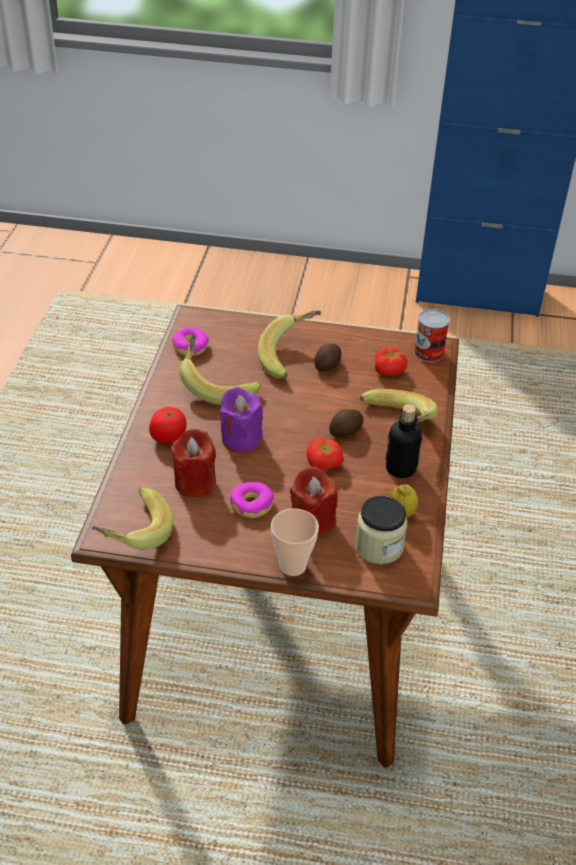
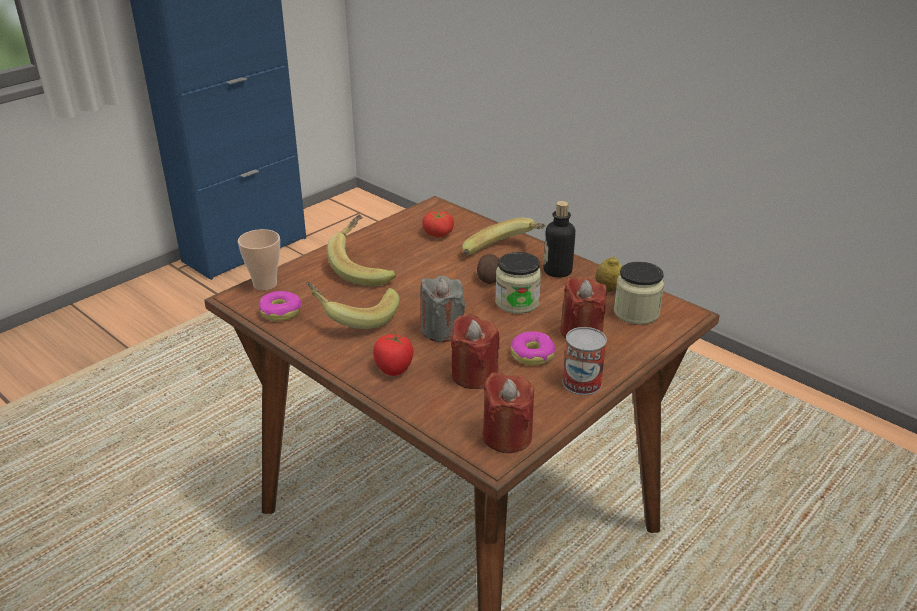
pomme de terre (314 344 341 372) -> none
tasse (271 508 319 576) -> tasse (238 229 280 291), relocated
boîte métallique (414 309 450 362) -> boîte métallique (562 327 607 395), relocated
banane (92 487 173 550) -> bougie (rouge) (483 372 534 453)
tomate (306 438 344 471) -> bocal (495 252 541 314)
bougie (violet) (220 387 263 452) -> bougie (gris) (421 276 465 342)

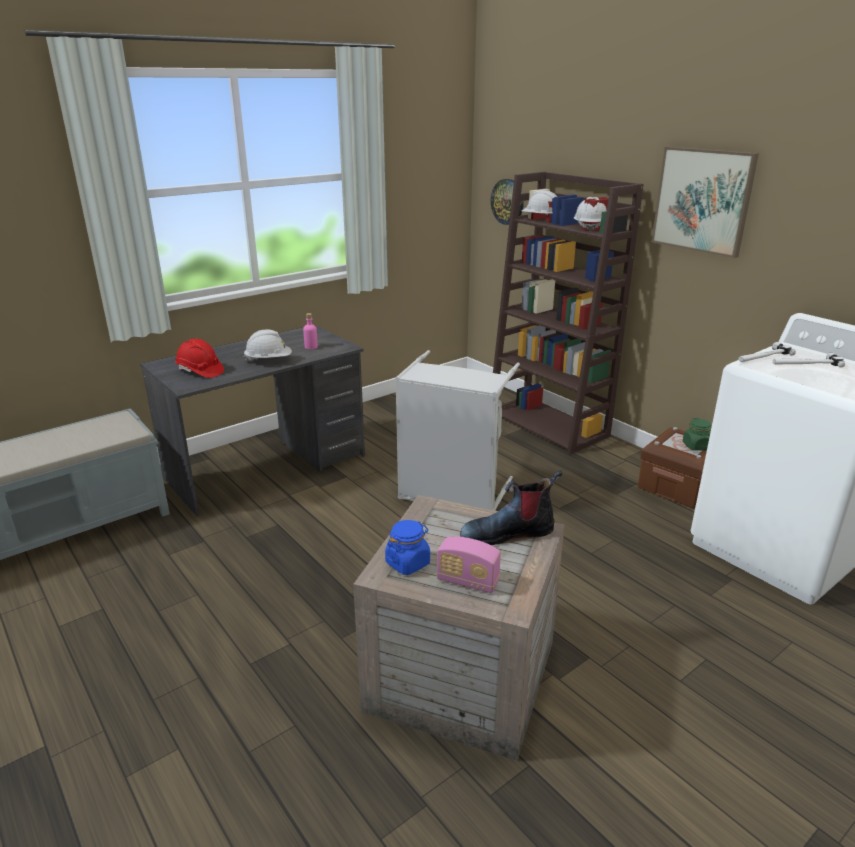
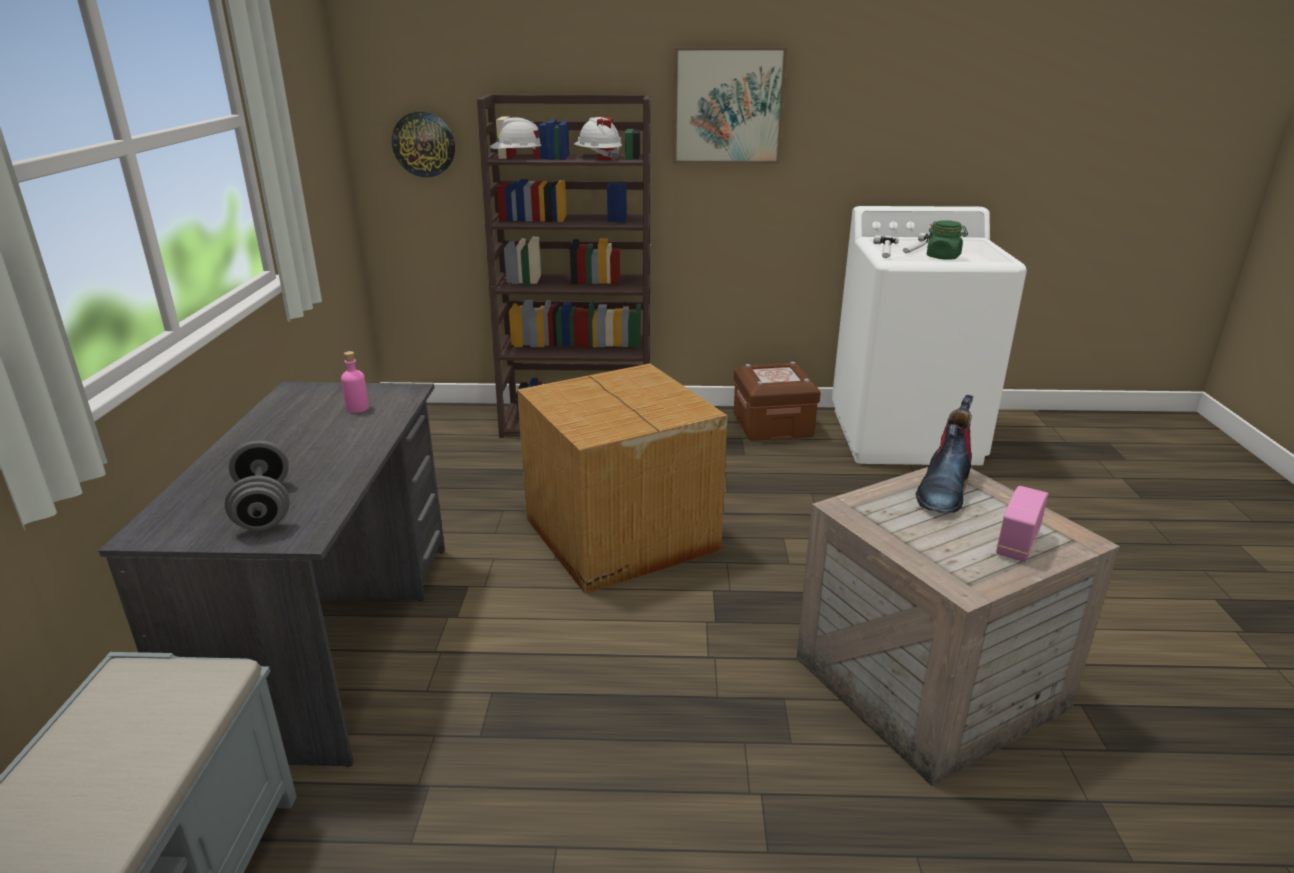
casque de chantier (blanc) (244 329 292 362) -> none
bocal (bleu) (385 520 430 575) -> none
bocal (vert) (683 418 711 451) -> bocal (vert) (926 220 968 259), relocated
casque de chantier (rouge) (175 339 224 378) -> haltère (gris) (225 441 289 531)
panier à linge (gris) (395 350 520 510) -> carton (517 363 727 594)
radio (437 537 501 593) -> radio (996 486 1048 562), 150 degrees clockwise

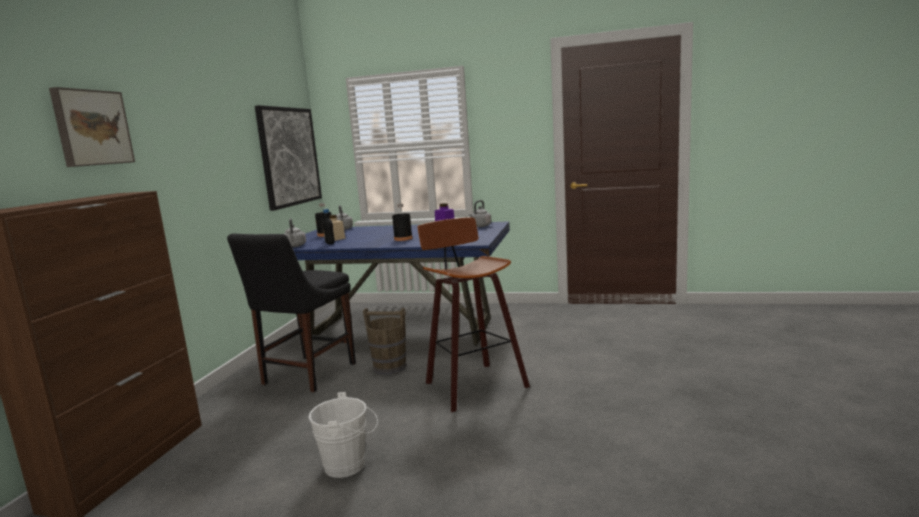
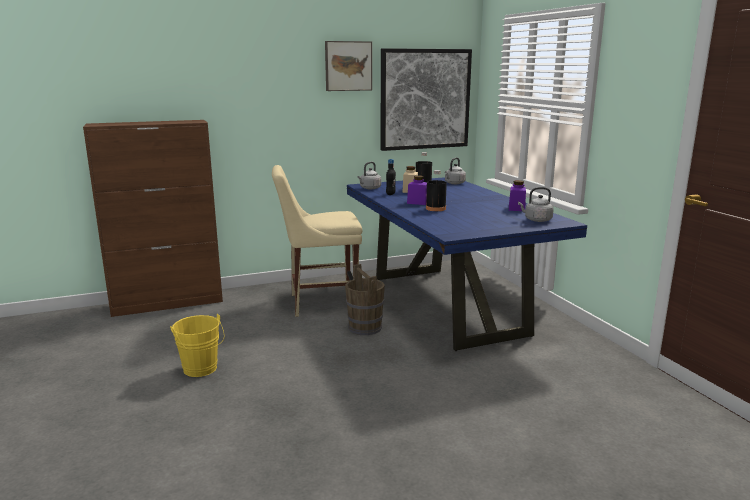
tabouret (418 217 530 412) -> none
none -> bocal (violet) (407 176 427 205)
tableau (49 87 135 167) -> tableau (325 41 372 91), relocated
chaise (noir) (227 234 356 392) -> chaise (beige) (272 165 362 317)
seau (blanc) (309 392 378 478) -> seau (jaune) (170 314 225 377)

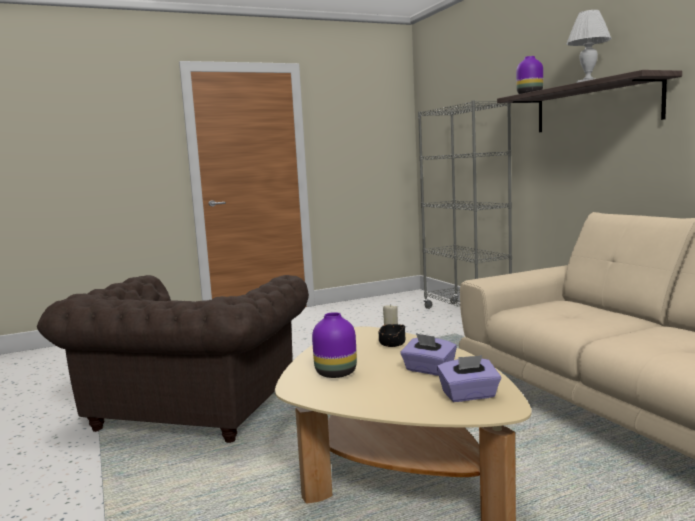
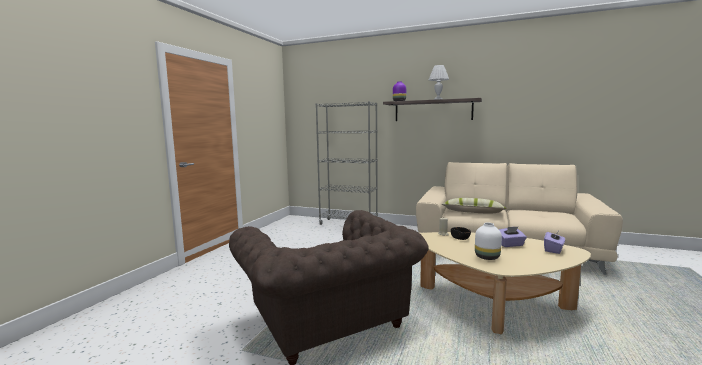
none -> coussin (442 198 507 214)
vase (violet) (312 312 357 378) -> vase (blanc) (475 223 502 260)

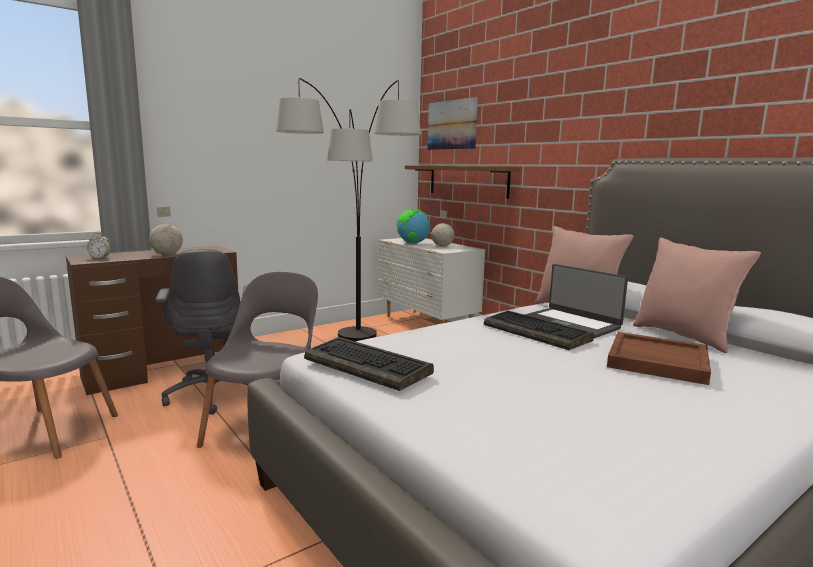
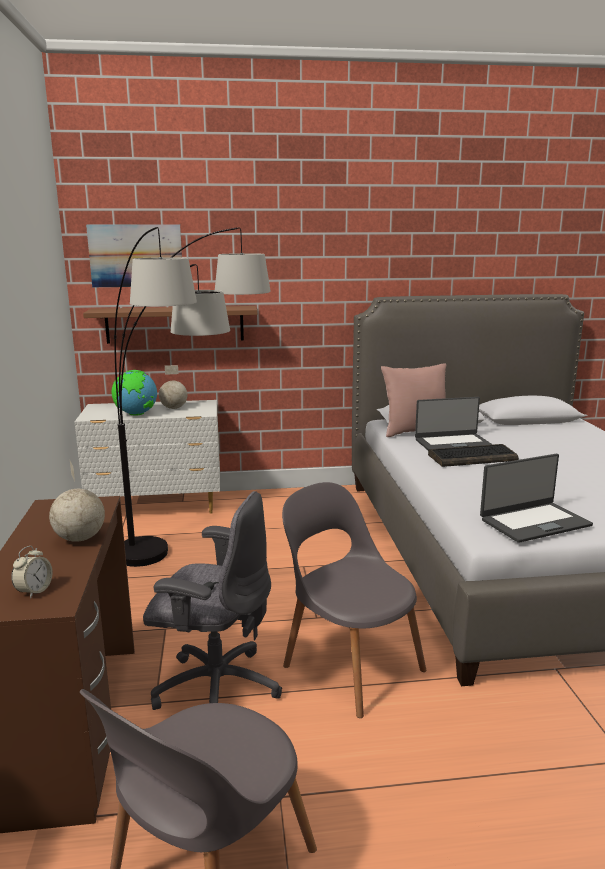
plateau (marron) (607 332 711 385) -> none
coussin (rose) (633 238 761 353) -> none
clavier (304 337 434 391) -> ordinateur portable (480 454 593 543)

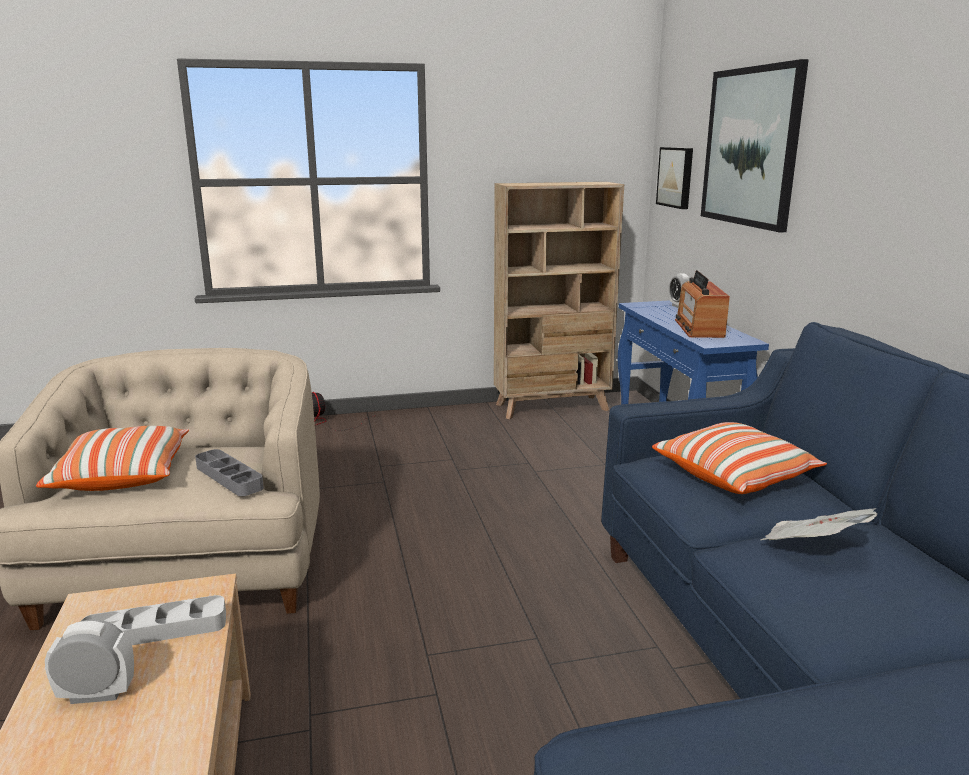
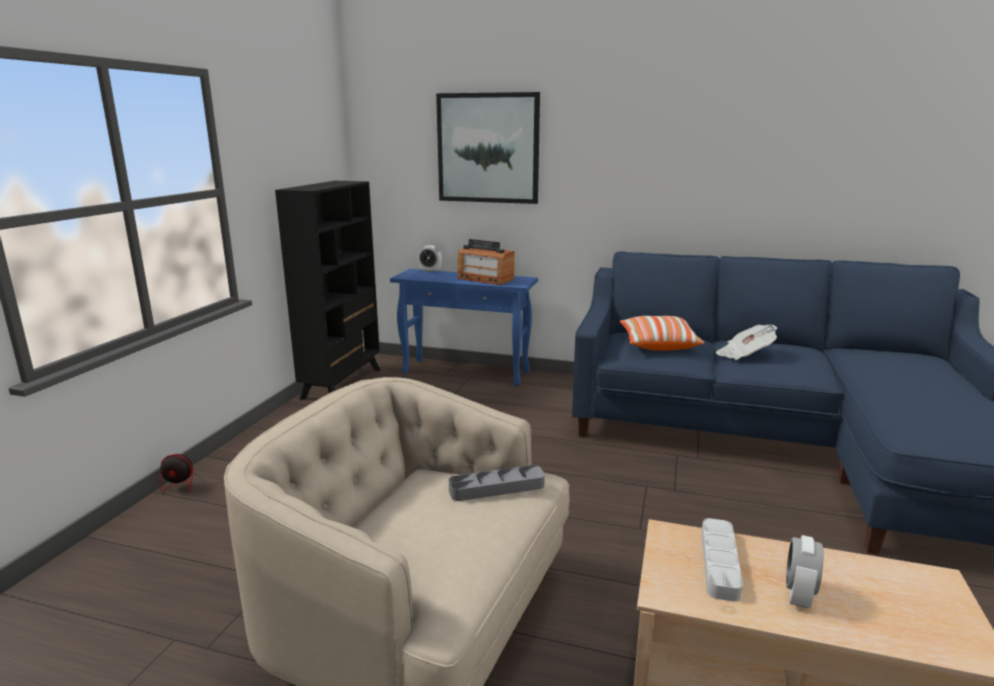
coussin (36 426 189 491) -> none
tableau (656 147 693 209) -> none
bibliothèque (beige) (494 182 624 419) -> bibliothèque (noir) (275 181 381 400)

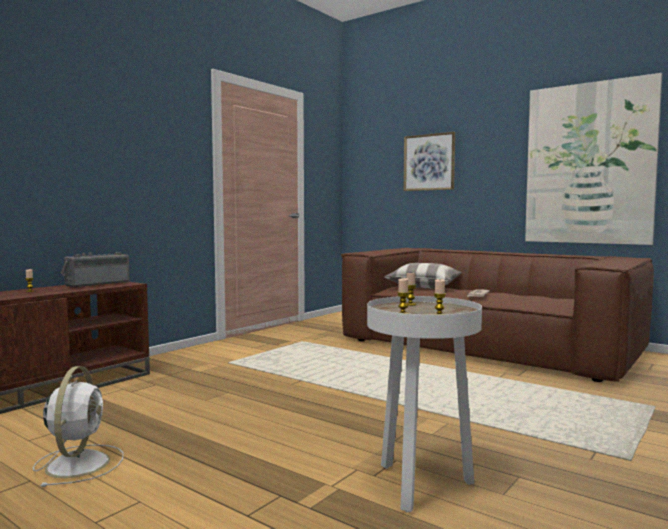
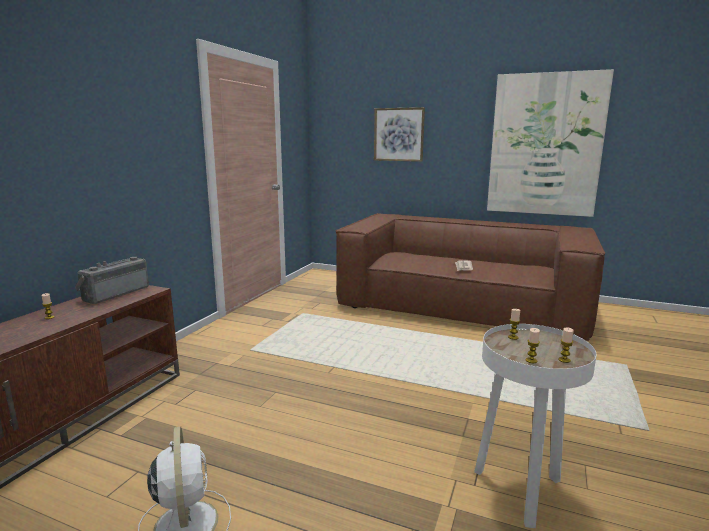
coussin (384 263 461 288) -> none

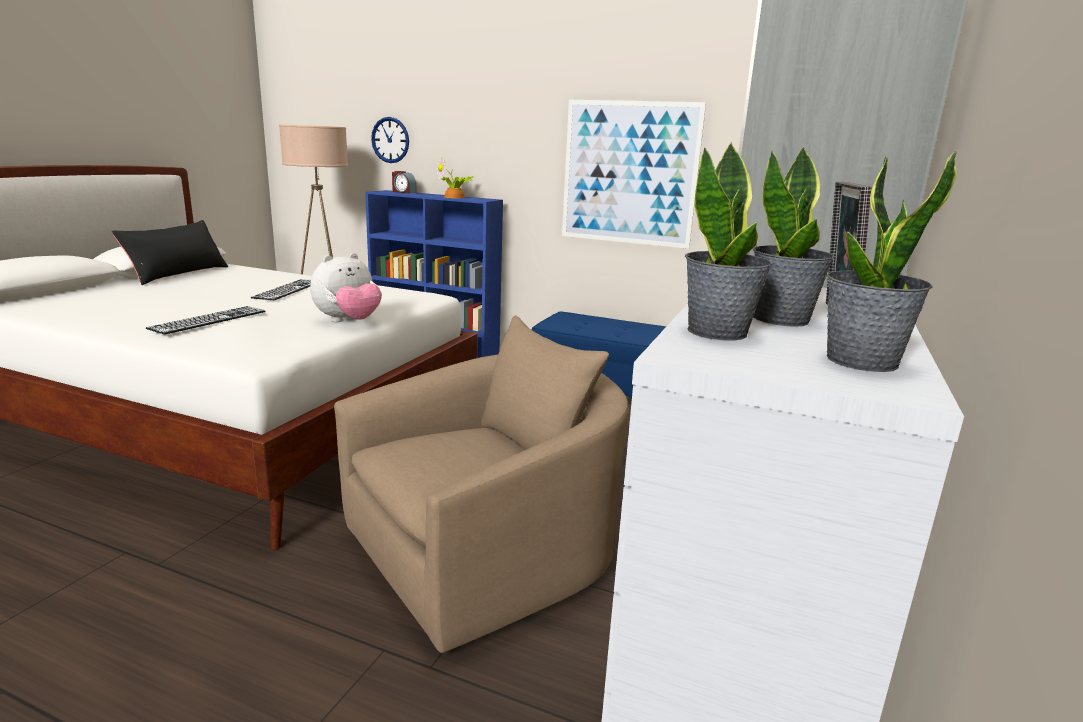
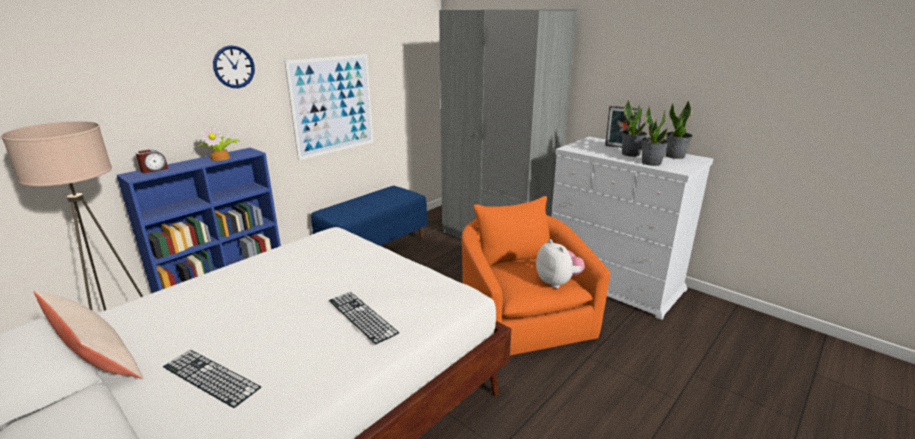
clavier (251 279 311 301) -> clavier (163 350 261 408), relocated
peluche (310 253 382 322) -> peluche (536 239 585 288), relocated
horloge murale (371 117 409 163) -> horloge murale (213 45 255 88), relocated
coussin (noir) (112 220 228 285) -> coussin (beige) (34 291 143 379)
fauteuil (beige) (334 315 629 653) -> fauteuil (orange) (462 196 610 356)

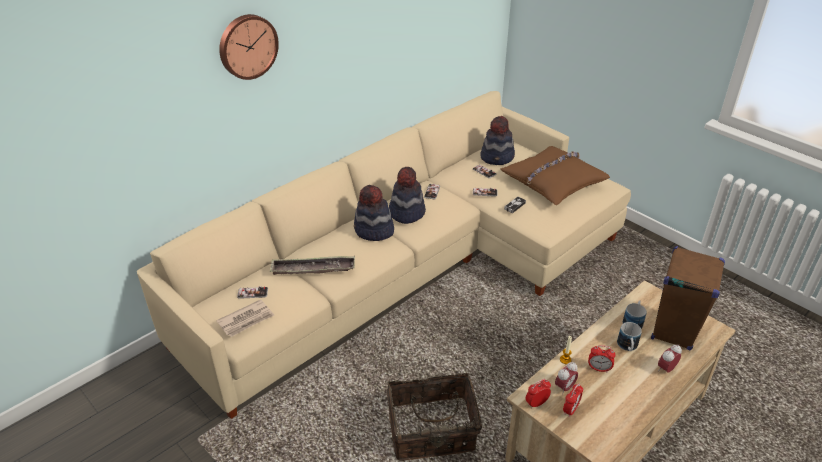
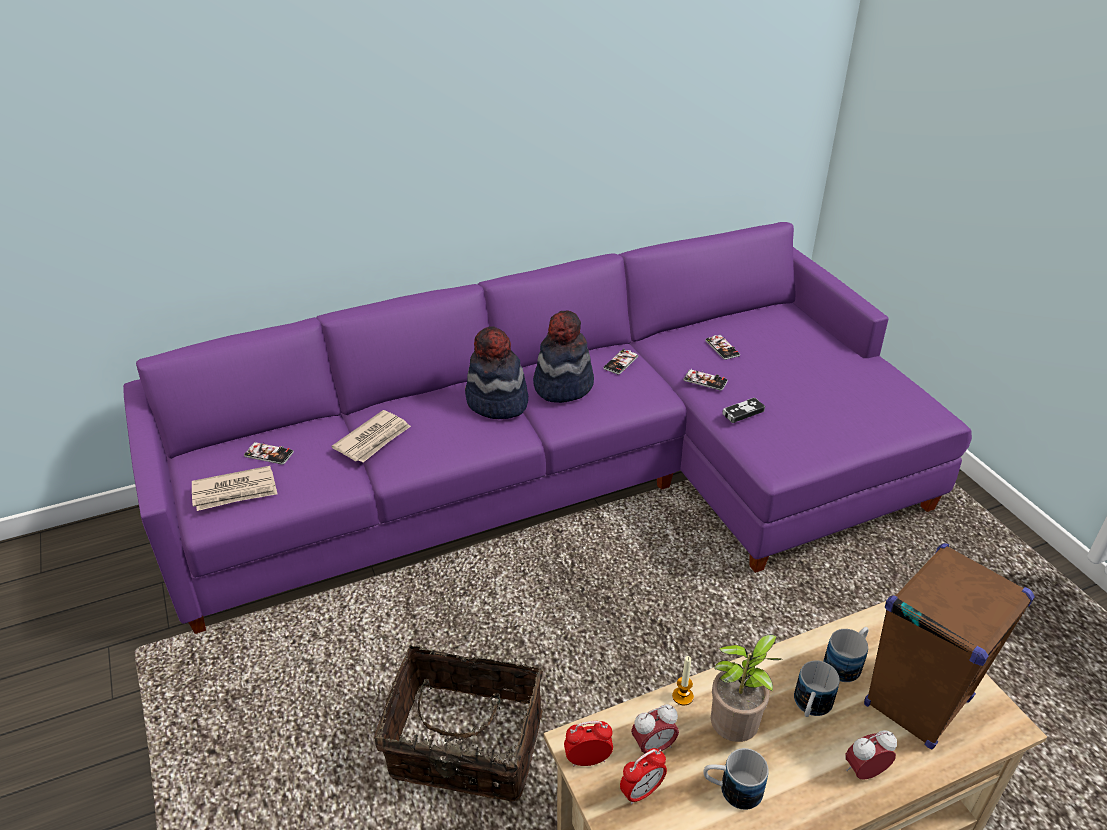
horloge murale (219 14 279 80) -> none
chapeau (480 116 515 165) -> none
coussin (marron) (500 146 610 205) -> none
none -> mug (703 748 768 810)
plateau (270 256 355 275) -> journal (332 410 411 462)
réveil (588 345 616 372) -> plante en pot (711 634 781 742)
canapé (beige) (137 91 631 419) -> canapé (violet) (123 222 972 634)

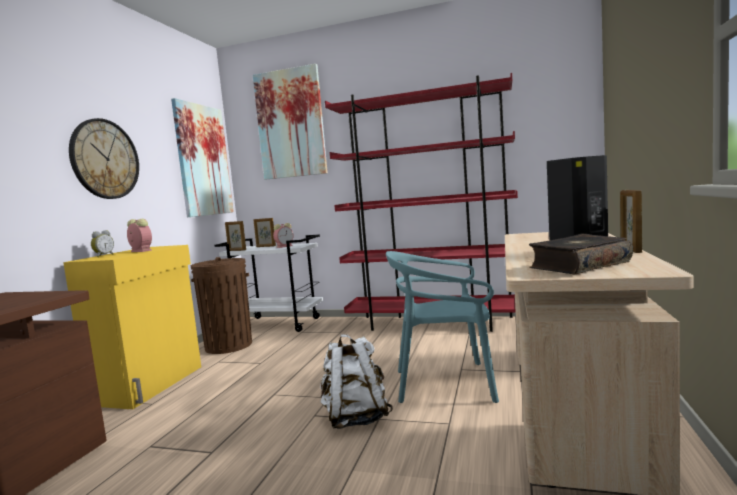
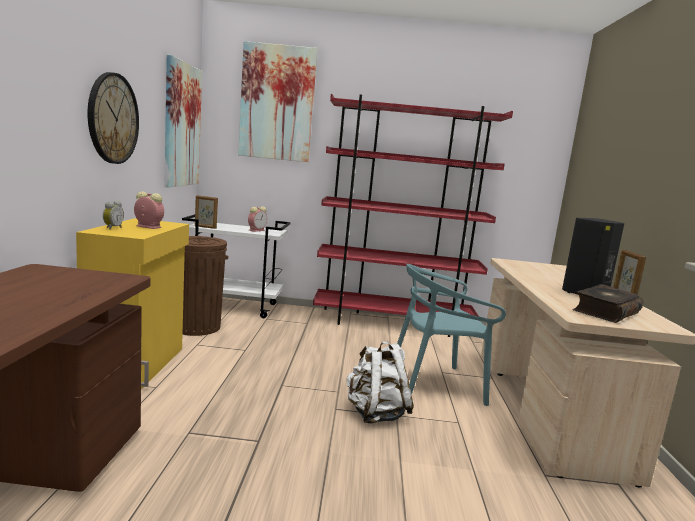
cadre photo (253 218 276 247) -> none

